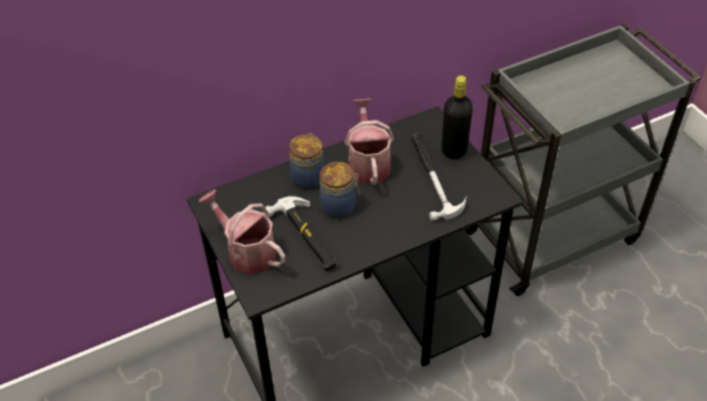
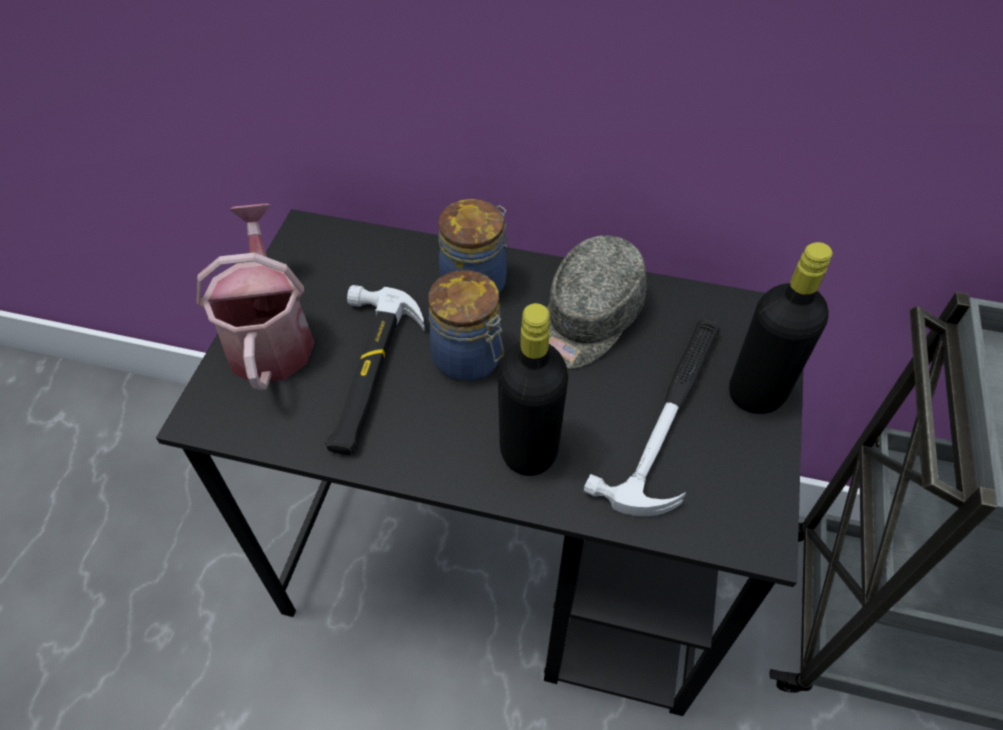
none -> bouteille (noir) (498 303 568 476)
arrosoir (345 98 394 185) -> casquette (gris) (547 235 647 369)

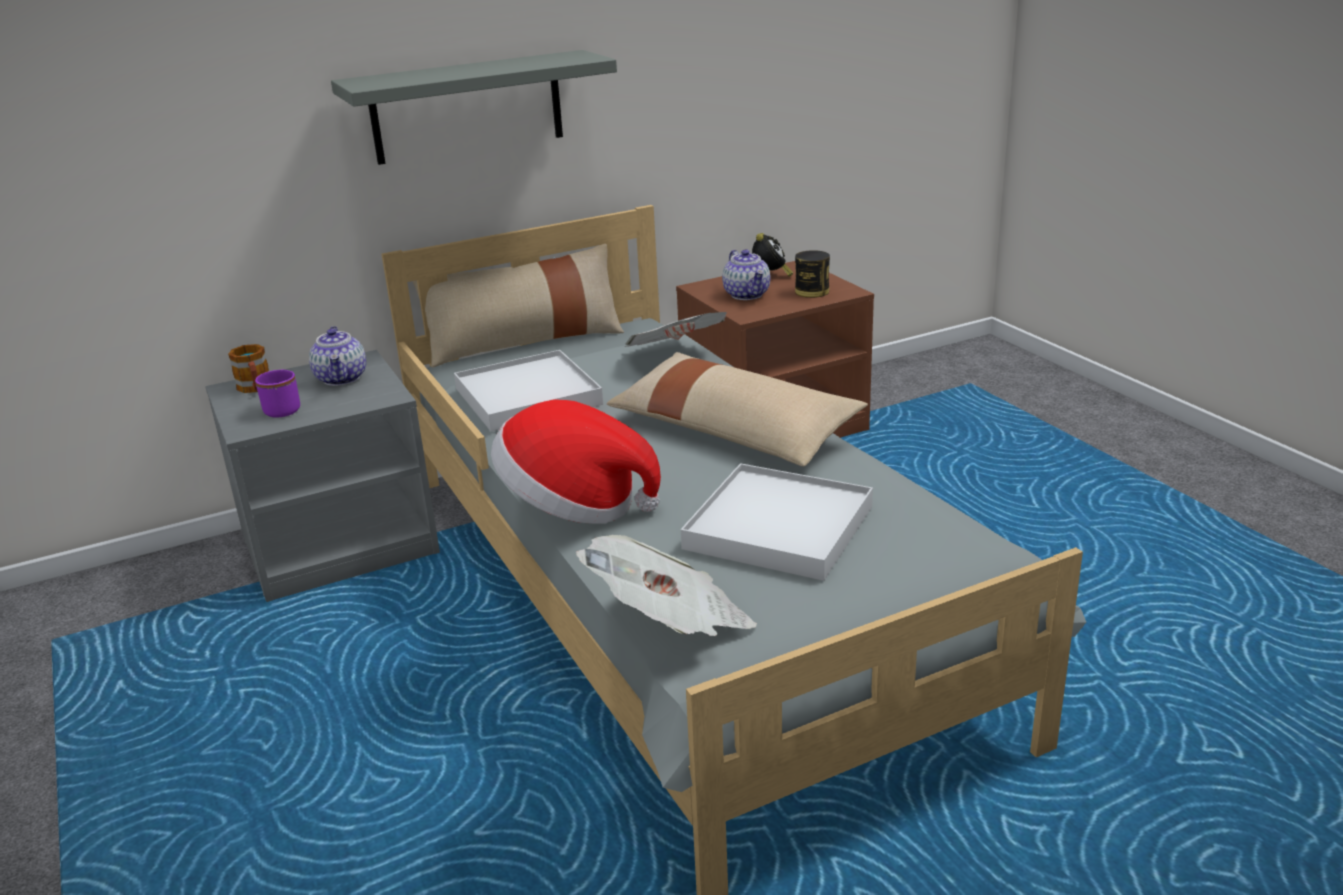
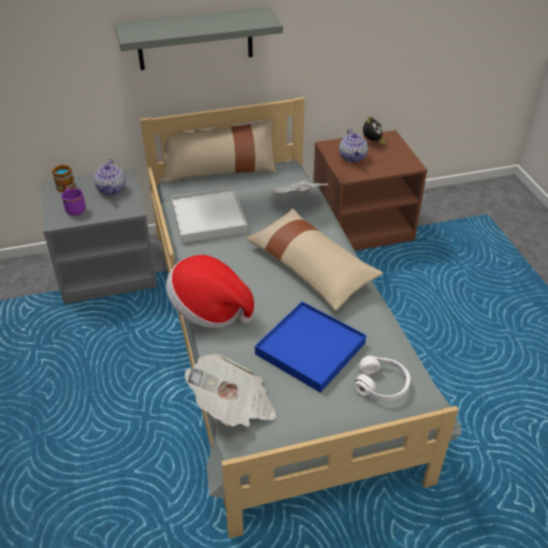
boîte métallique (795 250 830 298) -> none
none -> casque audio (blanc) (355 356 410 401)
plateau (blanc) (681 463 873 581) -> plateau (bleu) (255 301 366 393)

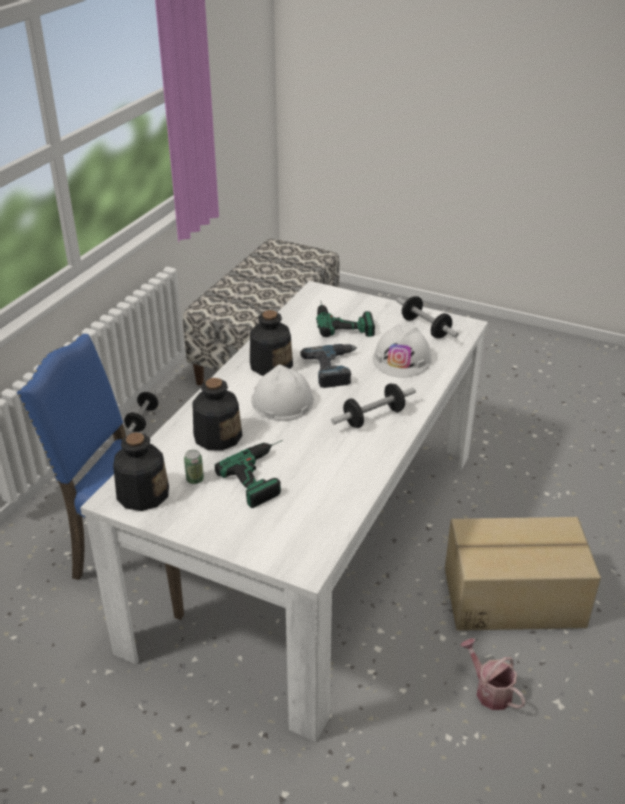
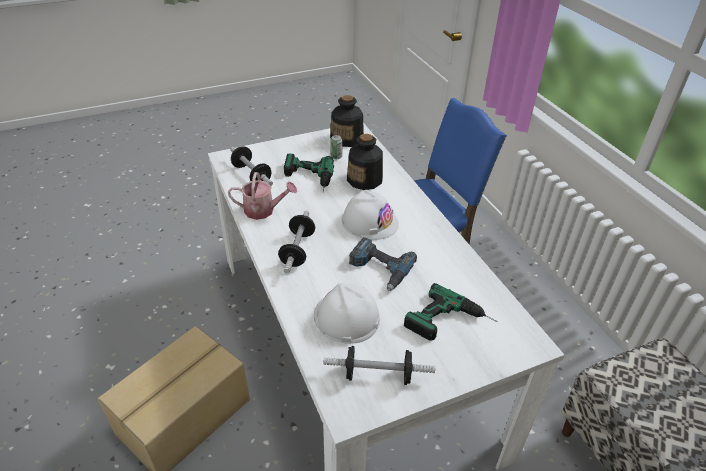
bouteille (250 310 293 376) -> none
haltère (124 389 158 435) -> haltère (230 146 273 186), relocated
arrosoir (460 638 526 710) -> arrosoir (228 172 297 220), relocated

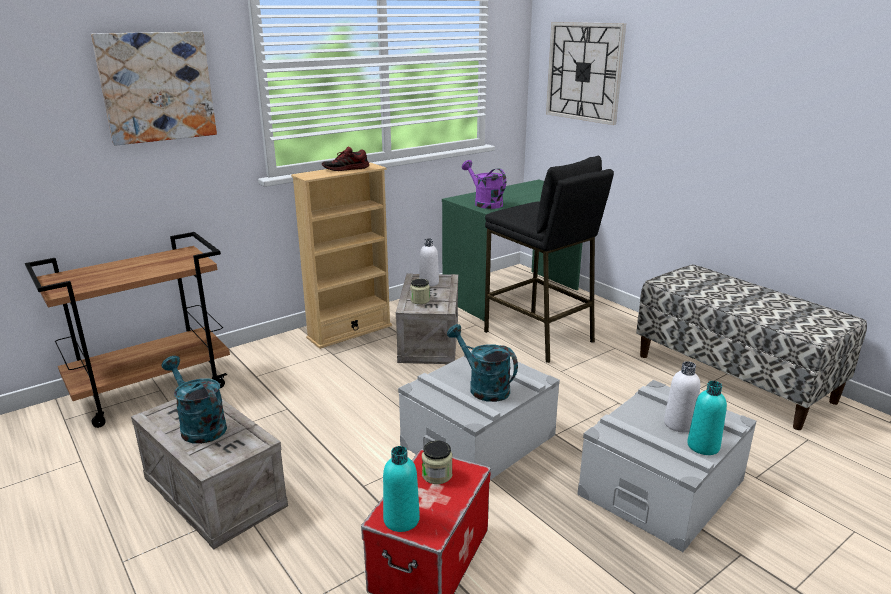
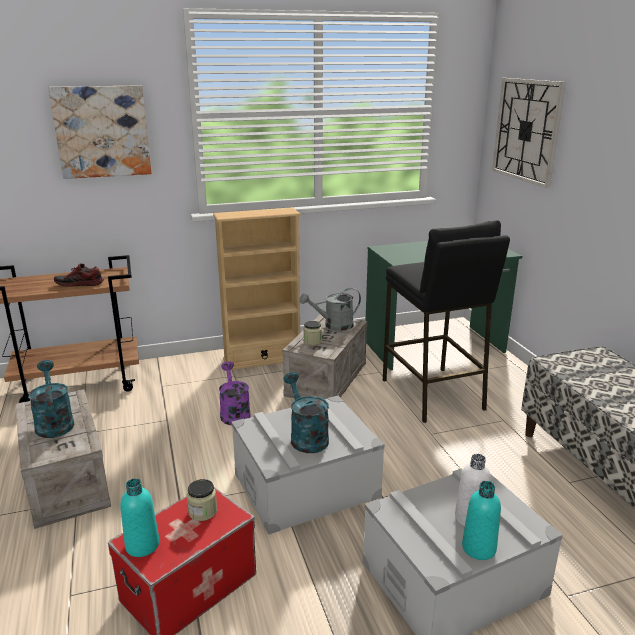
chaussure (322 147 369 171) -> chaussure (54 263 104 287), relocated
arrosoir (violet) (462 160 506 209) -> arrosoir (violet) (219 362 251 425), relocated
bouteille (blanc) (419 238 439 286) -> arrosoir (gris) (300 288 361 331)

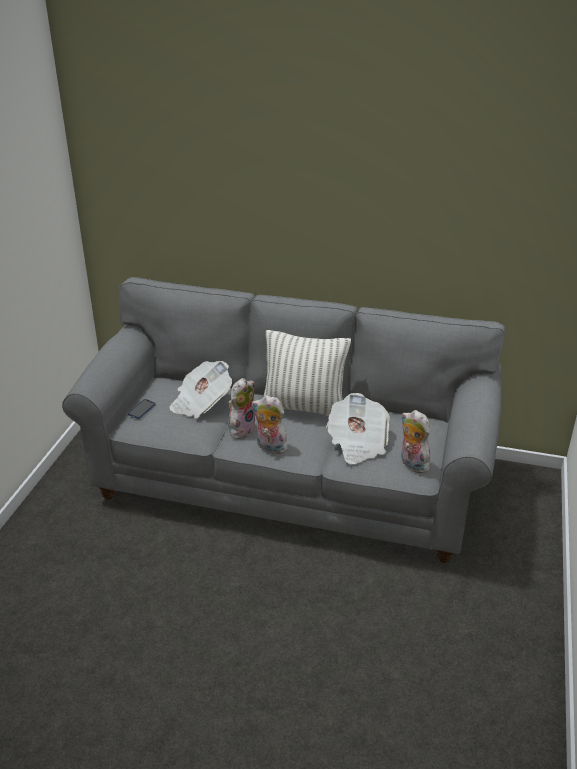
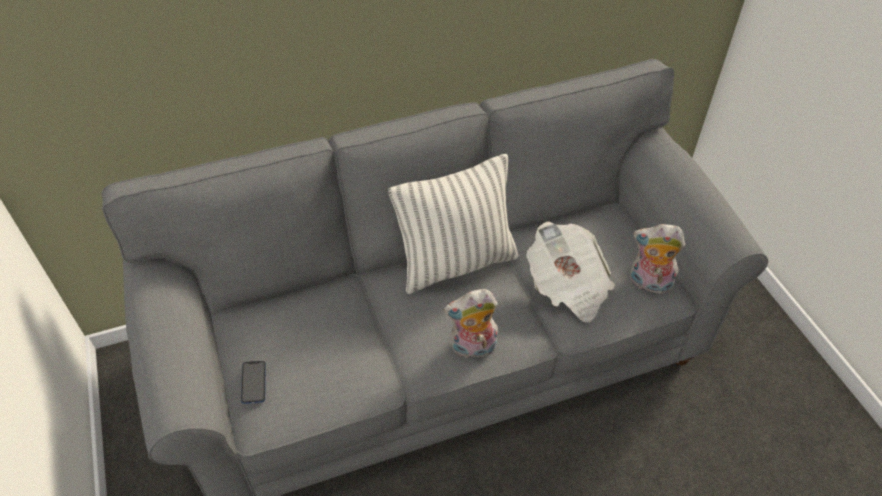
journal (169 361 232 418) -> none
peluche (228 378 256 439) -> none

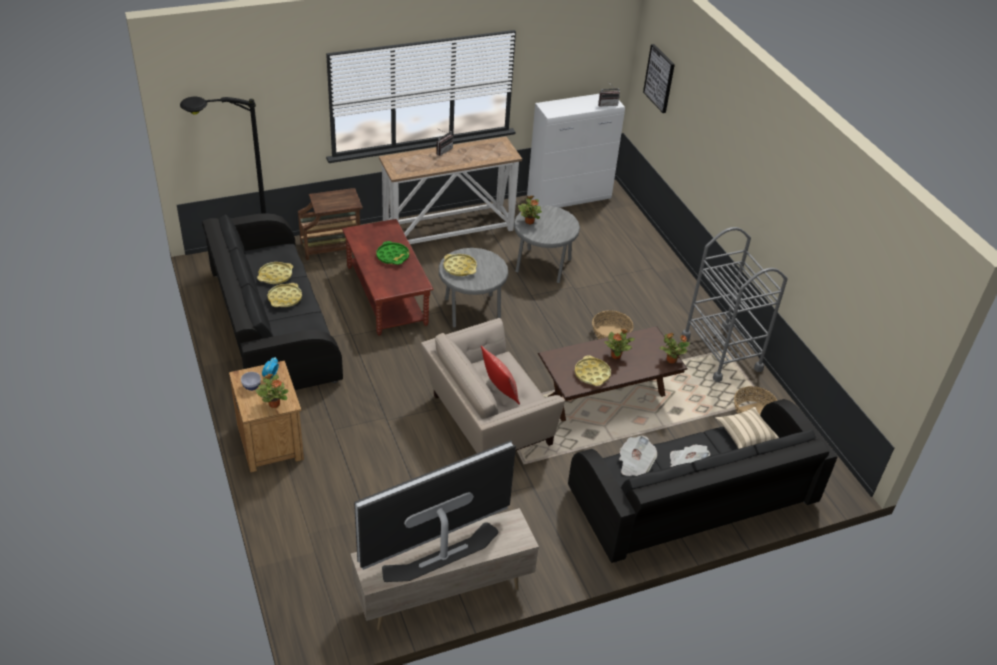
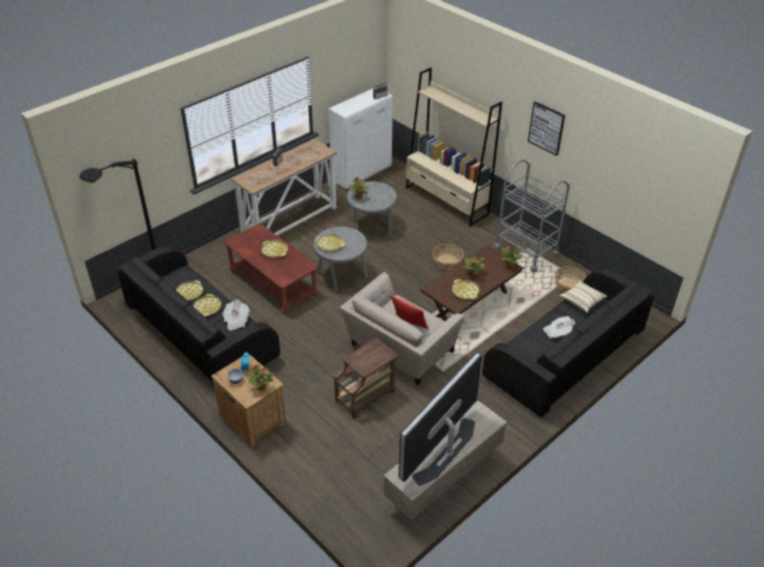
none -> bibliothèque (beige) (406 68 502 226)
table d'appoint (marron) (298 188 363 260) -> table d'appoint (marron) (334 338 399 419), relocated
journal (619 436 657 476) -> journal (223 300 249 330), relocated
tableau (643 44 675 113) -> tableau (528 101 565 156), relocated
plateau (vert) (376 241 409 265) -> plateau (jaune) (262 240 288 258)

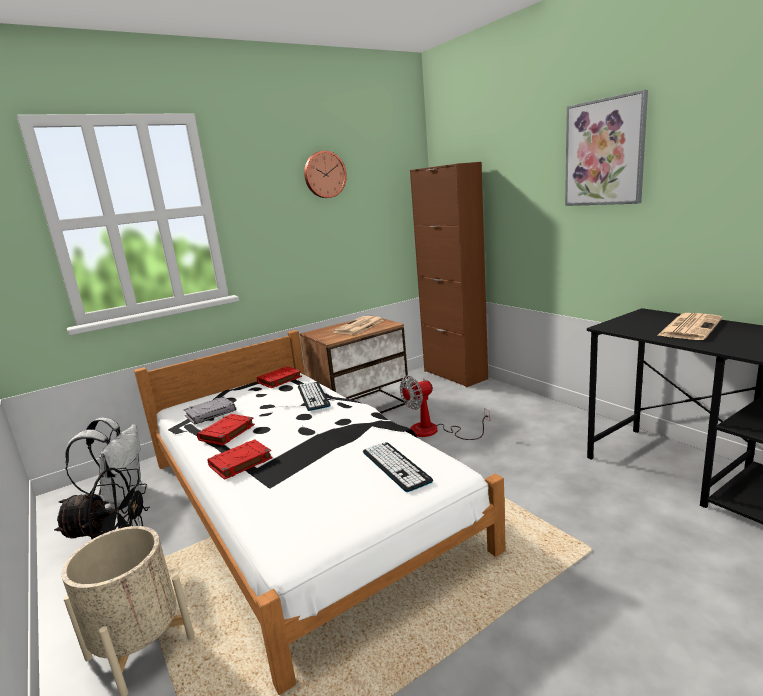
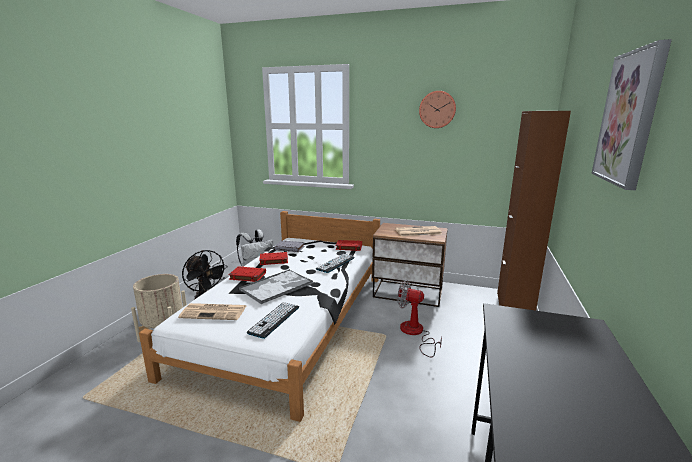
none -> plateau (239 269 313 304)
journal (657 313 722 340) -> journal (178 303 246 320), relocated

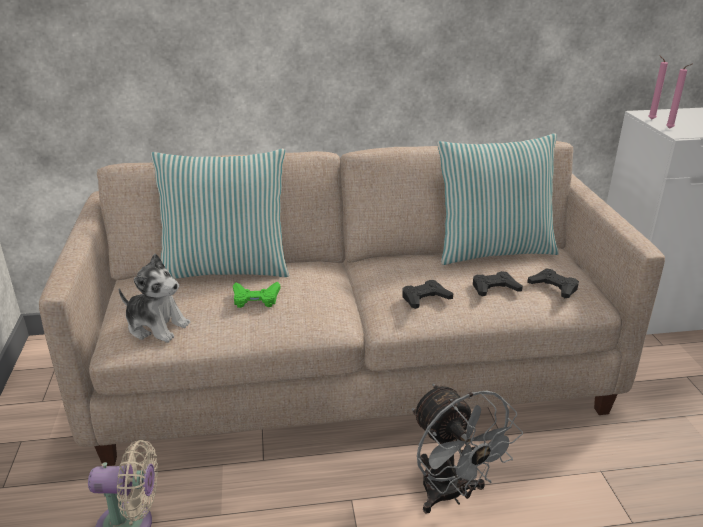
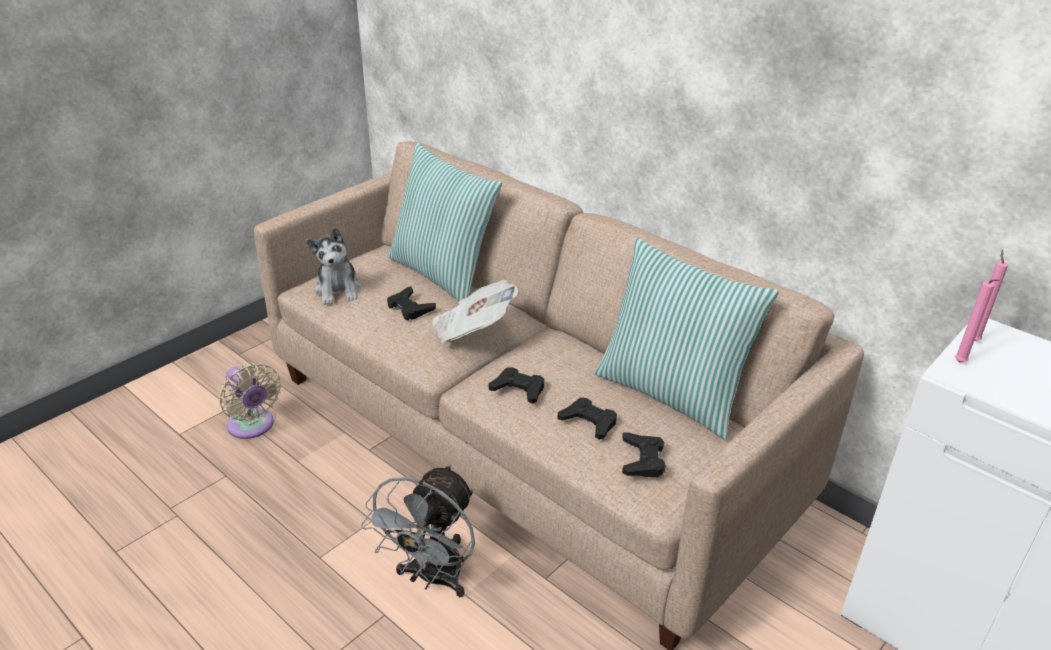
none -> journal (432 280 518 343)
manette (vert) (233 282 281 308) -> manette (noir) (387 286 436 320)

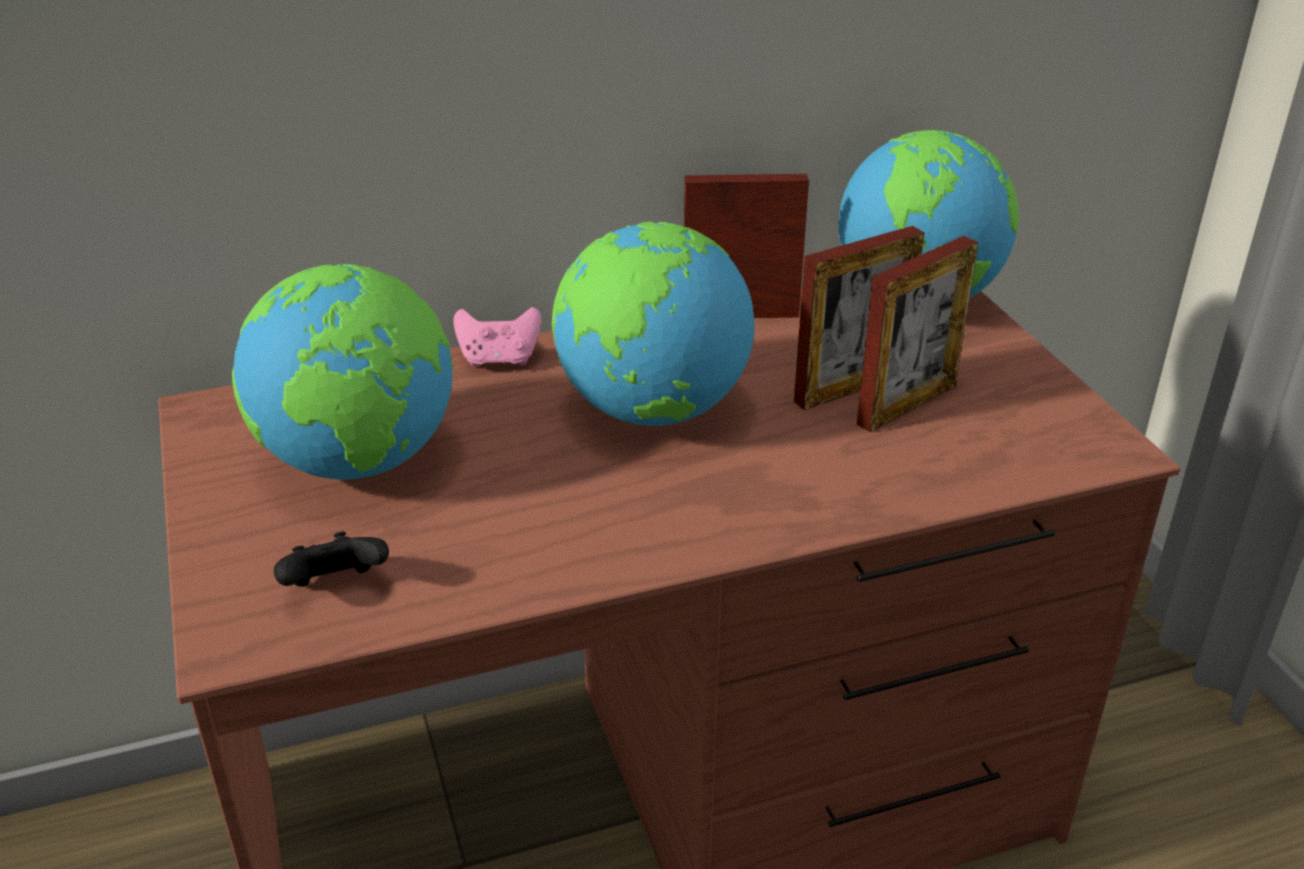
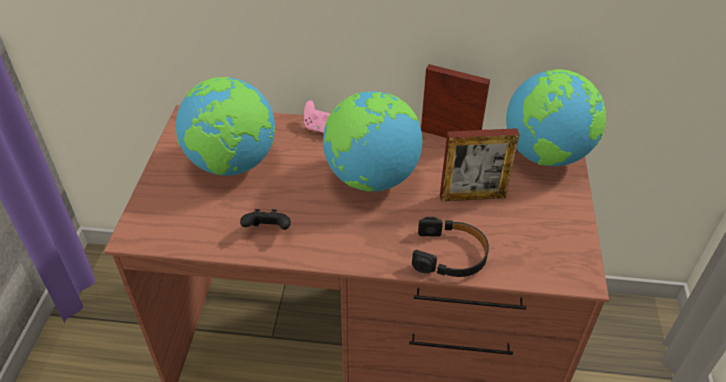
cadre photo (857 236 978 432) -> none
none -> casque audio (noir) (412 217 489 277)
manette (noir) (274 531 389 587) -> manette (noir) (240 209 291 230), relocated

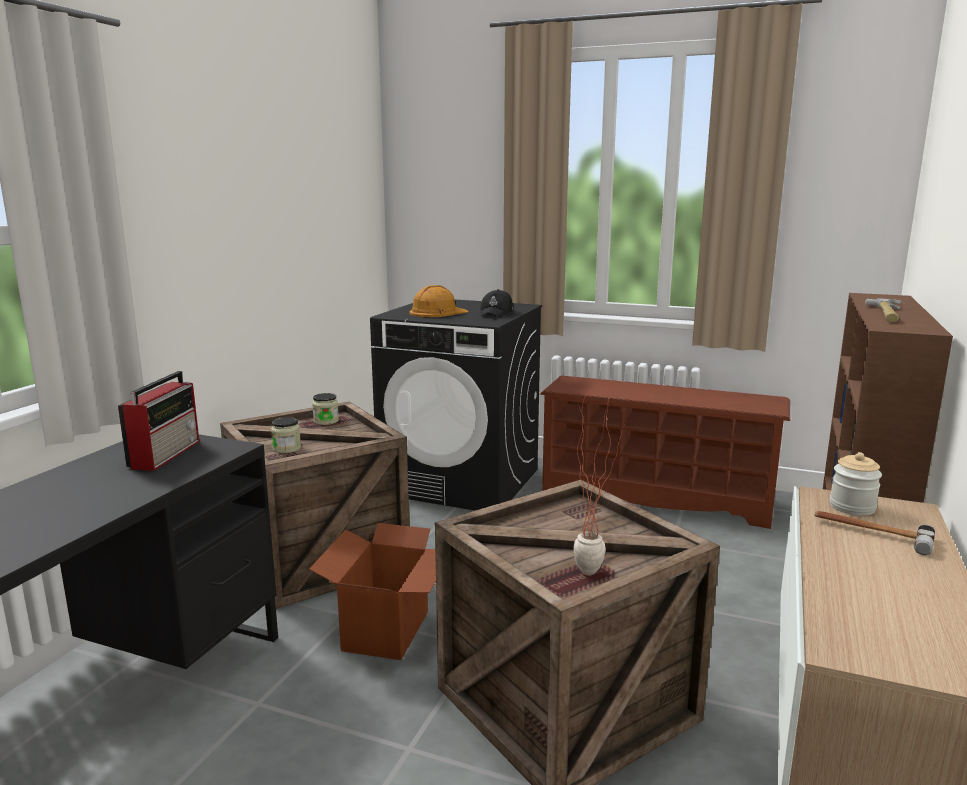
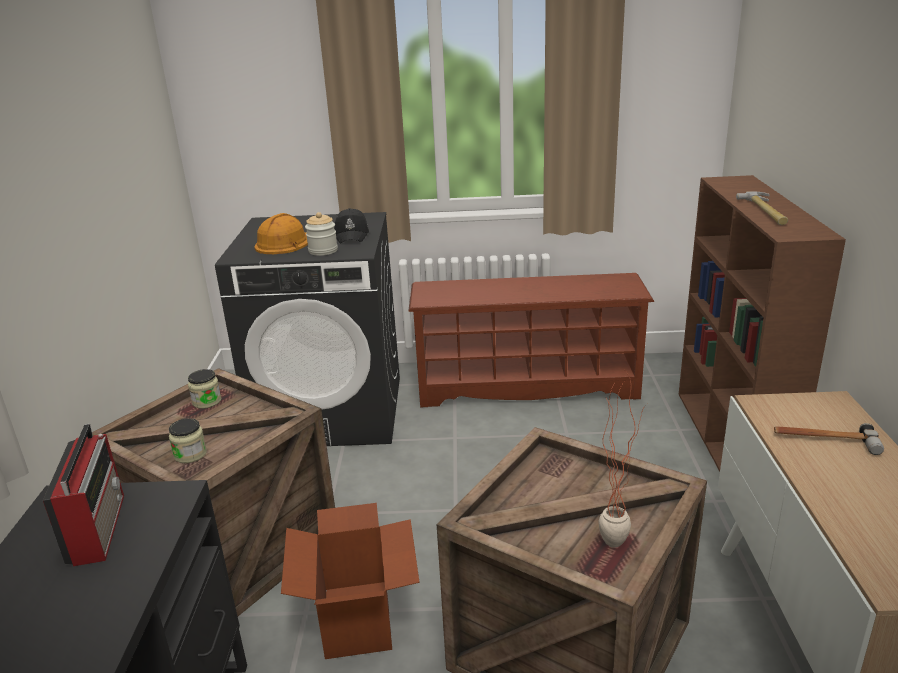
bocal (830 452 882 516) -> bocal (305 212 338 256), relocated

